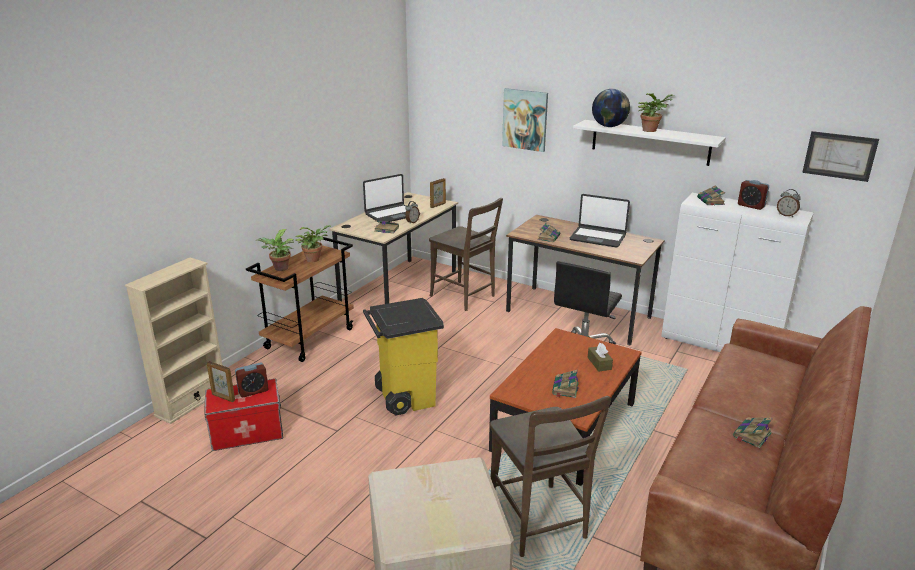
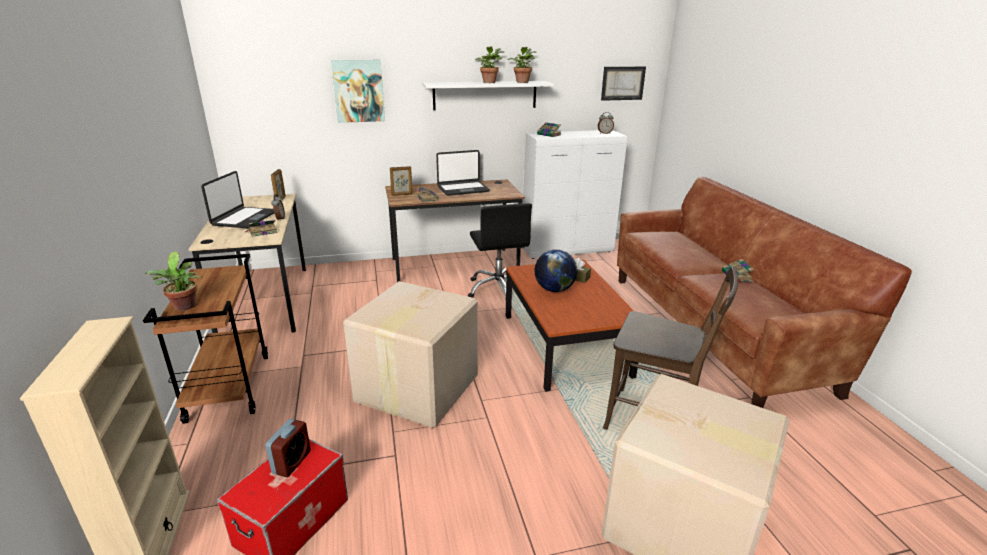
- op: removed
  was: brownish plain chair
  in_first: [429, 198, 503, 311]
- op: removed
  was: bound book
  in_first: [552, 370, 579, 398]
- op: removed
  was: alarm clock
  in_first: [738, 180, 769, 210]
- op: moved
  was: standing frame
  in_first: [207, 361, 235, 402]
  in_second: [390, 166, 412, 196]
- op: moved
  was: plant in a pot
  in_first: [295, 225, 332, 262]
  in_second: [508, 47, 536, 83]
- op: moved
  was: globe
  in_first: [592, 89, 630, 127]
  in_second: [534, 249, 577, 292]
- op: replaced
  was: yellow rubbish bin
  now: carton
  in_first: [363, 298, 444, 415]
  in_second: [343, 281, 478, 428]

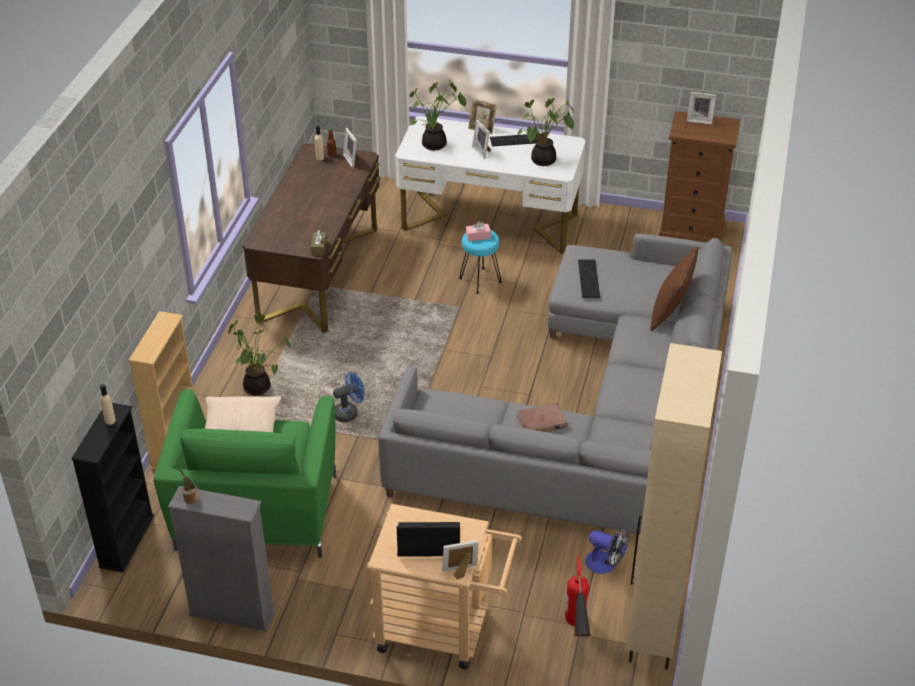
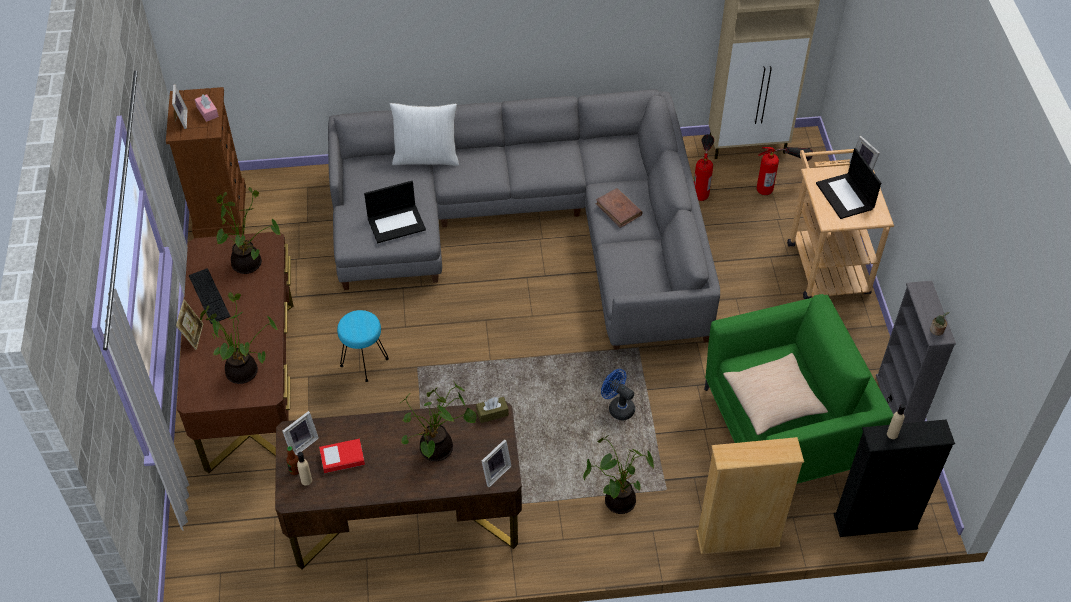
- op: added
  now: bound book
  in_second: [319, 438, 365, 473]
- op: added
  now: plant in a pot
  in_second: [400, 380, 477, 461]
- op: moved
  was: pink-coloured tissue holder
  in_first: [466, 221, 491, 241]
  in_second: [195, 94, 219, 122]
- op: moved
  was: standing frame
  in_first: [472, 120, 491, 159]
  in_second: [482, 439, 511, 487]
- op: replaced
  was: PC keyboard
  now: portable computer
  in_first: [578, 259, 600, 298]
  in_second: [364, 181, 426, 243]
- op: replaced
  was: fan
  now: fire-fighting cylinder
  in_first: [585, 528, 630, 574]
  in_second: [694, 134, 714, 201]
- op: recoloured
  was: whitish desk
  now: brownish desk
  in_first: [395, 116, 586, 254]
  in_second: [177, 232, 293, 473]
- op: recoloured
  was: brownish cushion
  now: whitish cushion
  in_first: [650, 247, 698, 331]
  in_second: [390, 103, 459, 166]

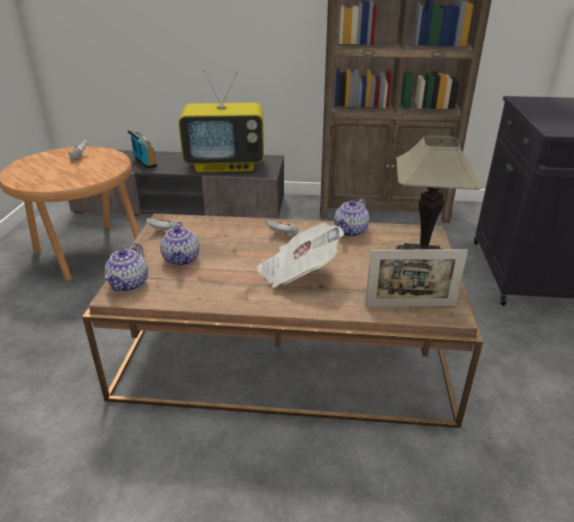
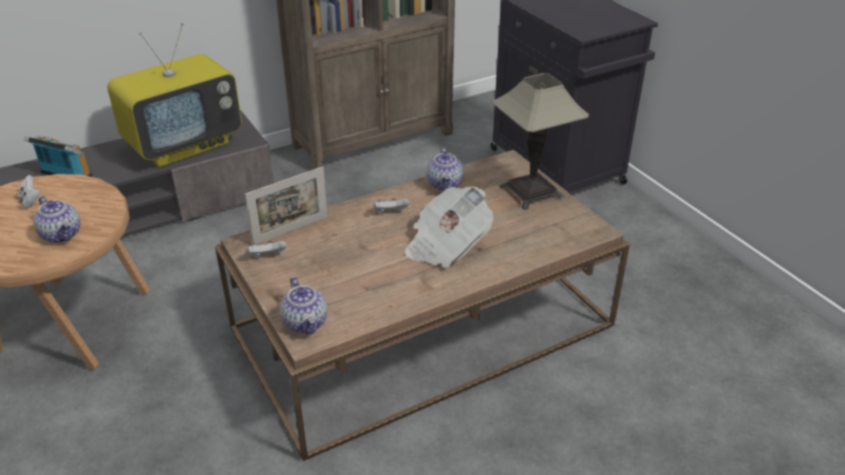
- op: moved
  was: teapot
  in_first: [160, 222, 199, 266]
  in_second: [34, 196, 80, 243]
- op: moved
  was: standing frame
  in_first: [365, 249, 468, 307]
  in_second: [245, 166, 328, 244]

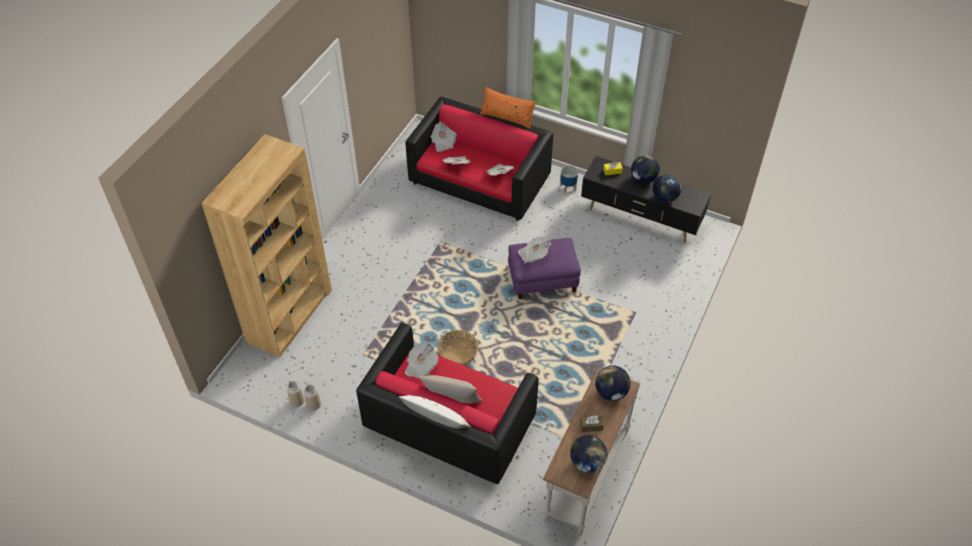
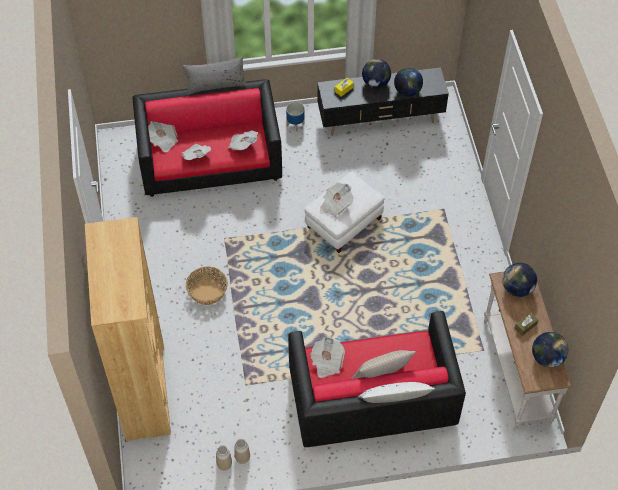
- op: moved
  was: storage basket
  in_first: [437, 330, 478, 366]
  in_second: [186, 267, 228, 305]
- op: recoloured
  was: orange cushion
  now: gray cushion
  in_first: [480, 87, 536, 129]
  in_second: [183, 57, 246, 95]
- op: recoloured
  was: purple pouffe
  now: whitish pouffe
  in_first: [508, 238, 581, 299]
  in_second: [305, 172, 385, 253]

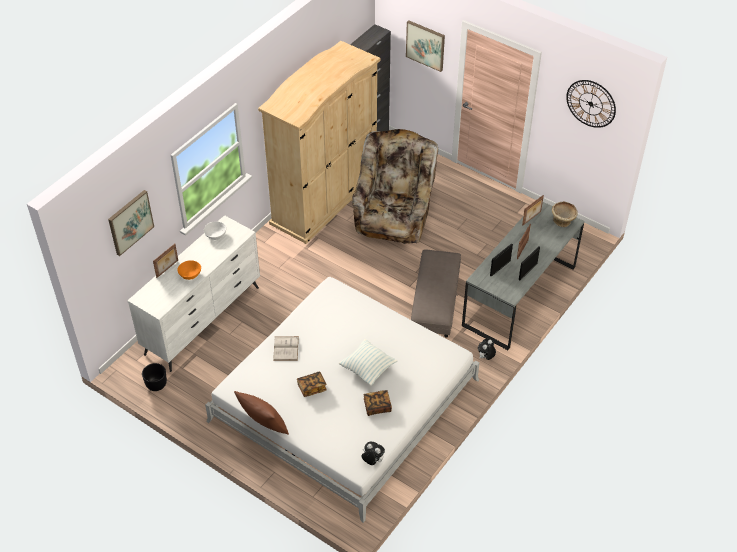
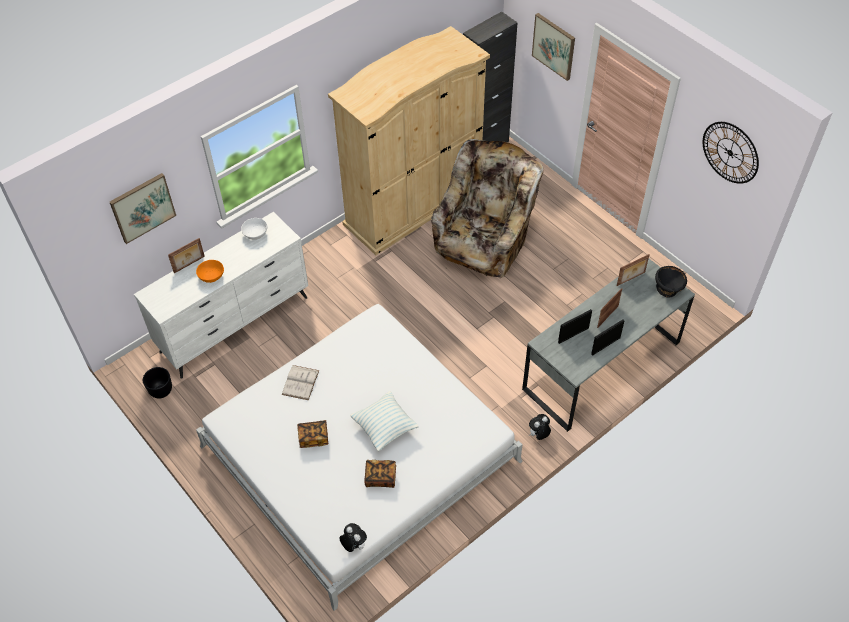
- op: removed
  was: brownish cushion
  in_first: [234, 391, 289, 435]
- op: removed
  was: gray pouffe
  in_first: [411, 249, 461, 338]
- op: recoloured
  was: beige-coloured bowl
  now: blackish bowl
  in_first: [552, 201, 578, 227]
  in_second: [655, 266, 687, 298]

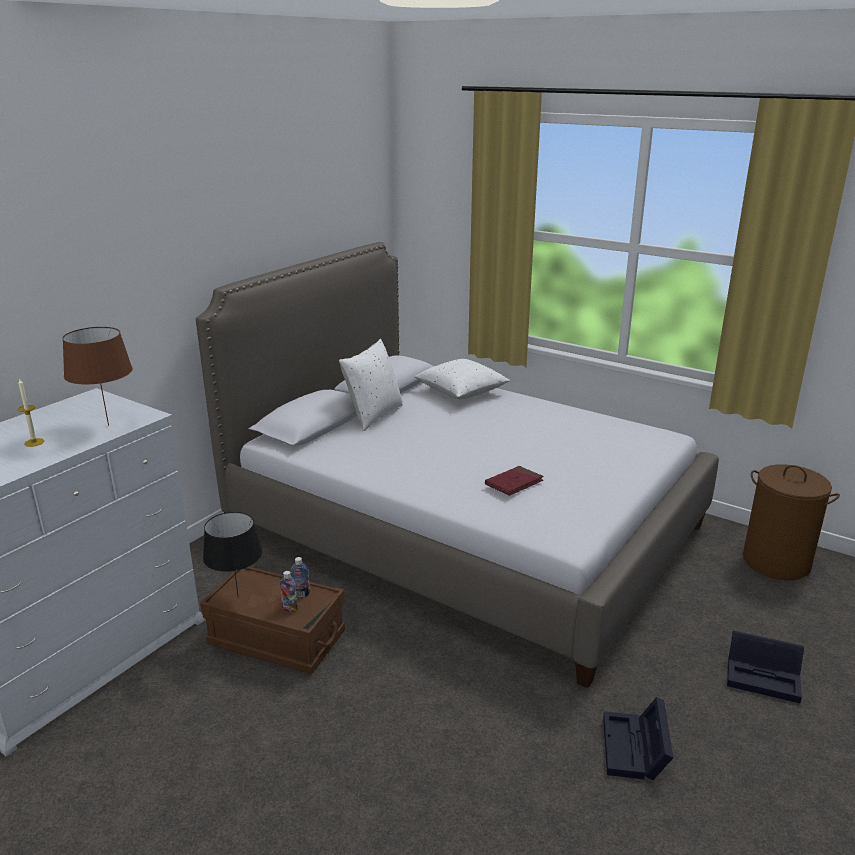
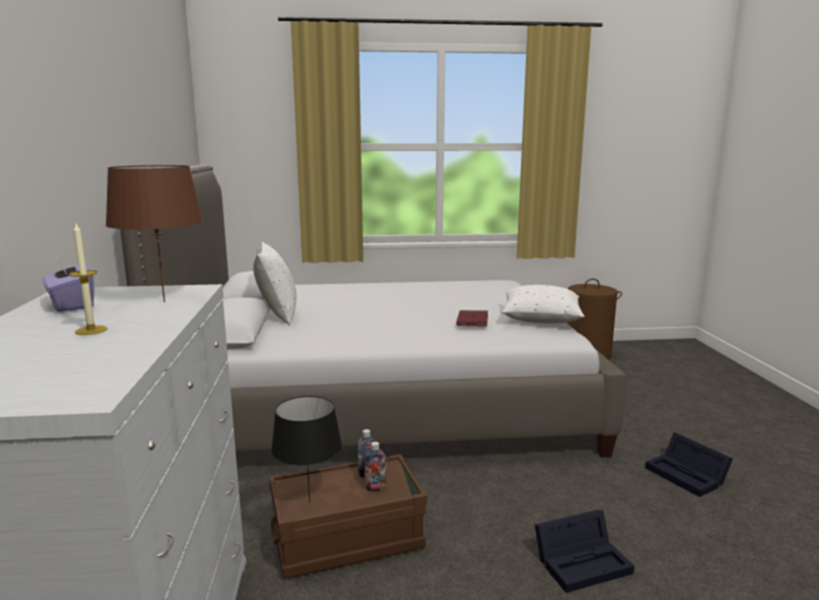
- op: added
  now: purple tissue holder
  in_second: [42, 255, 94, 312]
- op: moved
  was: whitish cushion
  in_first: [414, 359, 510, 399]
  in_second: [502, 285, 585, 324]
- op: moved
  was: blackish storage bin
  in_first: [727, 631, 804, 703]
  in_second: [535, 510, 634, 593]

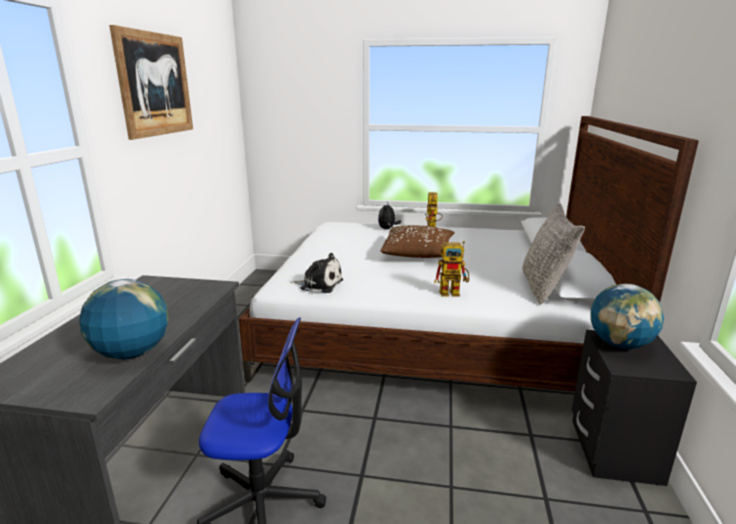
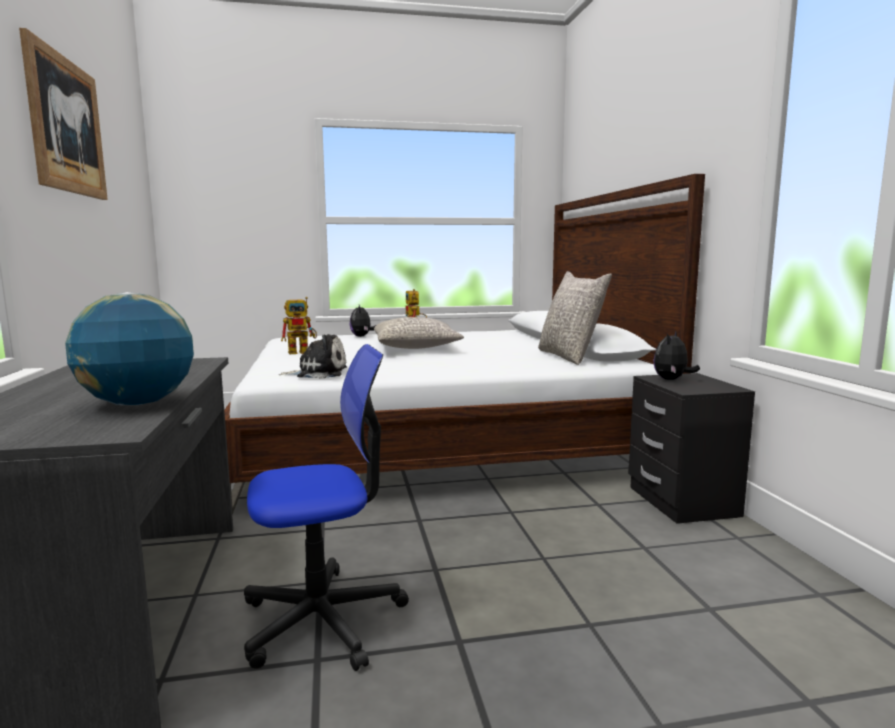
- op: moved
  was: toy robot
  in_first: [434, 241, 469, 297]
  in_second: [281, 297, 317, 354]
- op: replaced
  was: globe
  now: plush toy
  in_first: [590, 284, 664, 349]
  in_second: [653, 330, 700, 380]
- op: recoloured
  was: brownish cushion
  now: gray cushion
  in_first: [380, 225, 455, 258]
  in_second: [374, 317, 464, 349]

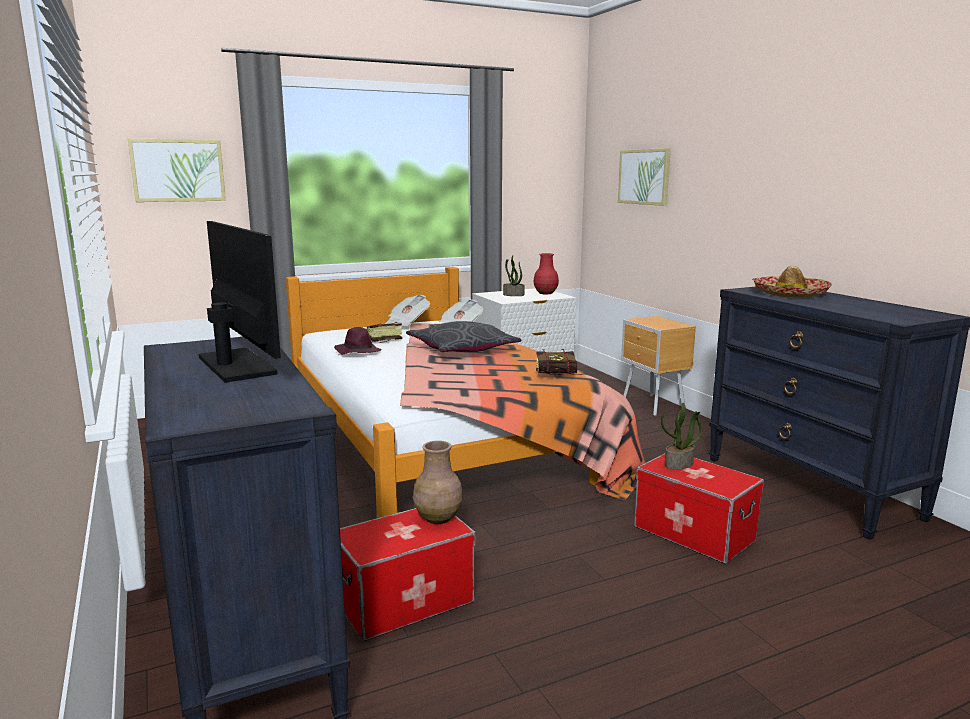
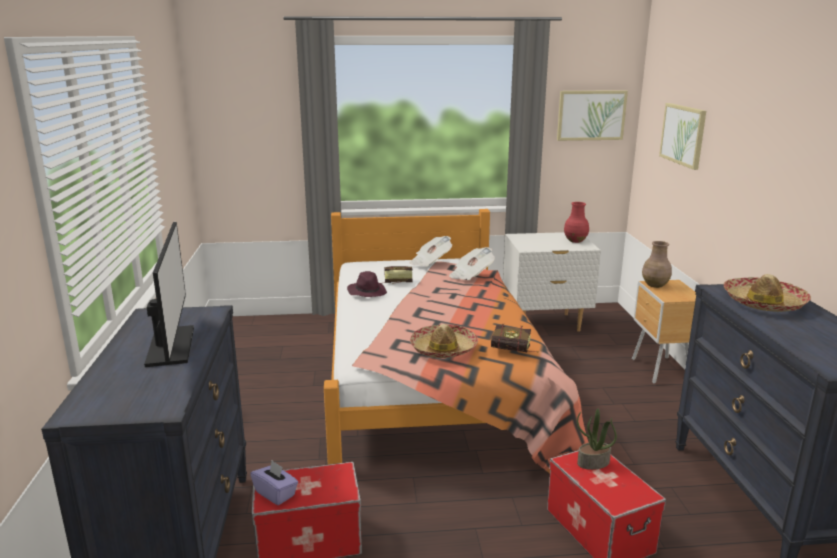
- op: removed
  was: gray cushion
  in_first: [406, 321, 521, 352]
- op: removed
  was: plant in a pot
  in_first: [503, 256, 525, 296]
- op: added
  now: purple tissue holder
  in_second: [250, 460, 298, 505]
- op: added
  now: wearable hat
  in_second: [410, 324, 478, 358]
- op: moved
  was: wall picture
  in_first: [128, 138, 226, 202]
  in_second: [557, 90, 628, 141]
- op: moved
  was: brownish decorative vase
  in_first: [413, 441, 463, 524]
  in_second: [642, 241, 672, 288]

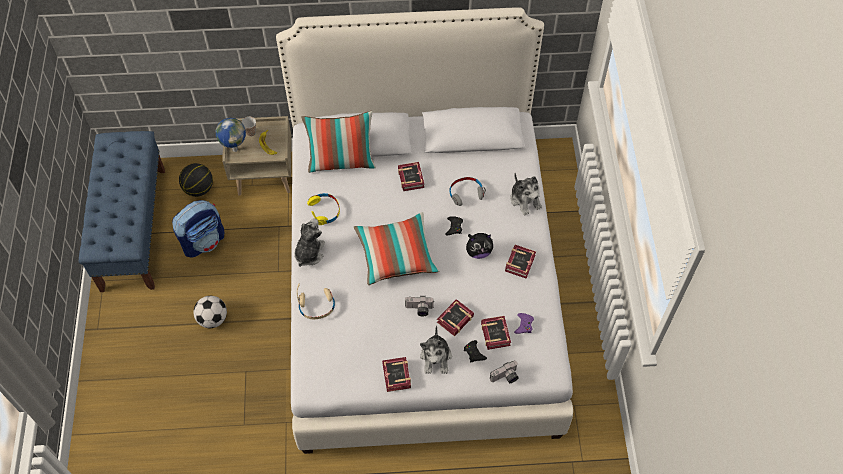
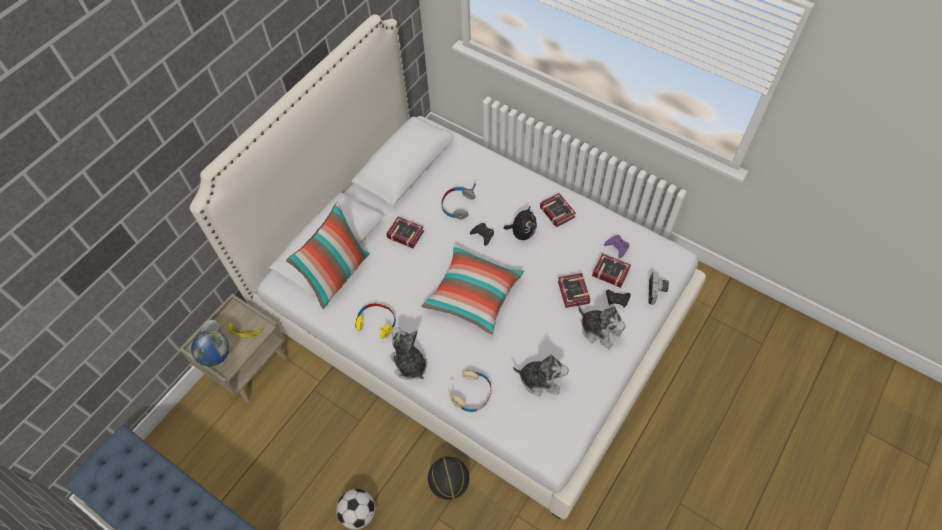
- op: removed
  was: backpack
  in_first: [172, 200, 224, 258]
- op: removed
  was: bound book
  in_first: [382, 357, 411, 392]
- op: removed
  was: photo camera
  in_first: [405, 296, 434, 316]
- op: moved
  was: basketball ball
  in_first: [179, 163, 213, 197]
  in_second: [428, 457, 469, 500]
- op: moved
  was: plush toy
  in_first: [510, 173, 542, 215]
  in_second: [513, 355, 569, 396]

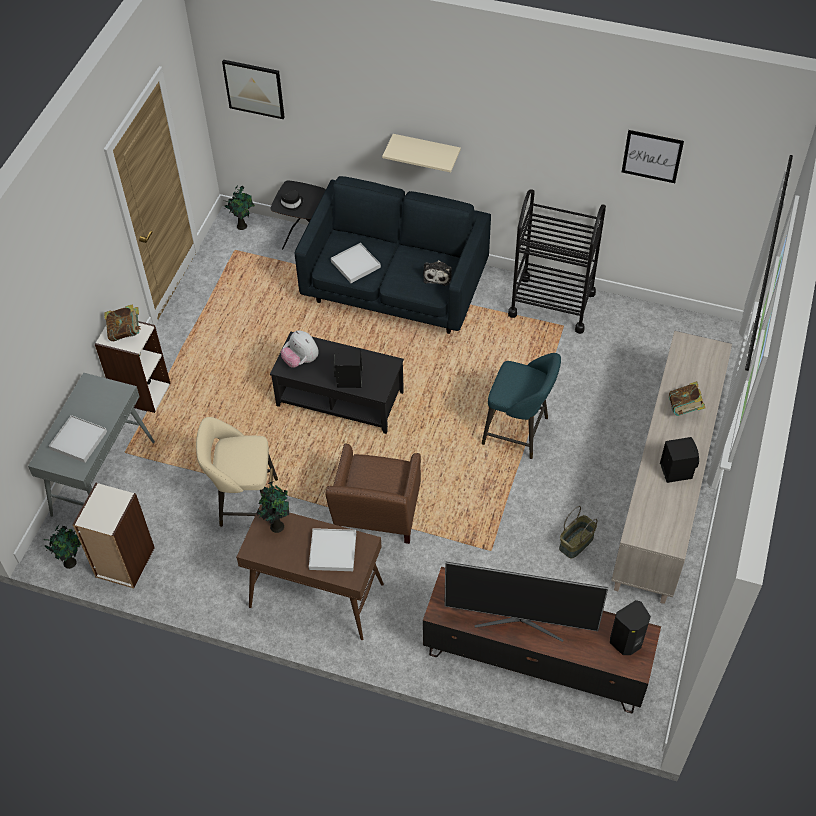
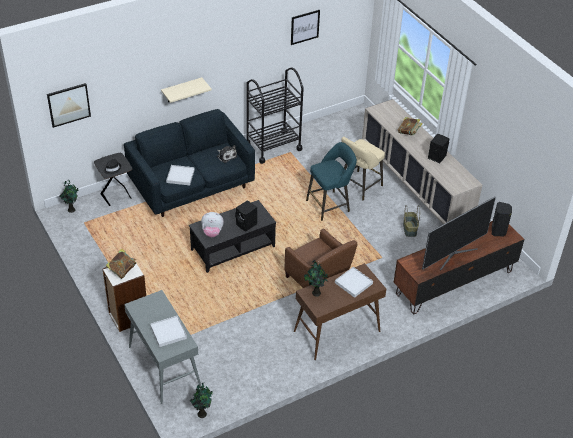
- op: removed
  was: bookshelf
  in_first: [72, 483, 155, 589]
- op: moved
  was: beige-coloured stool
  in_first: [196, 417, 278, 527]
  in_second: [341, 137, 385, 201]

